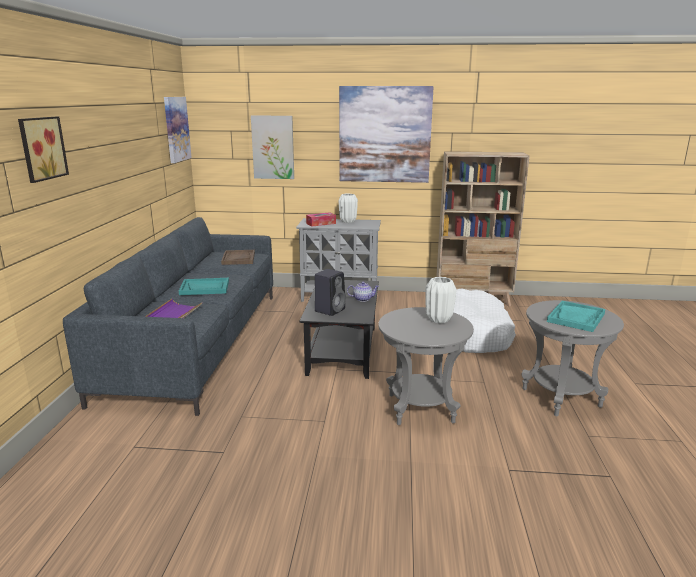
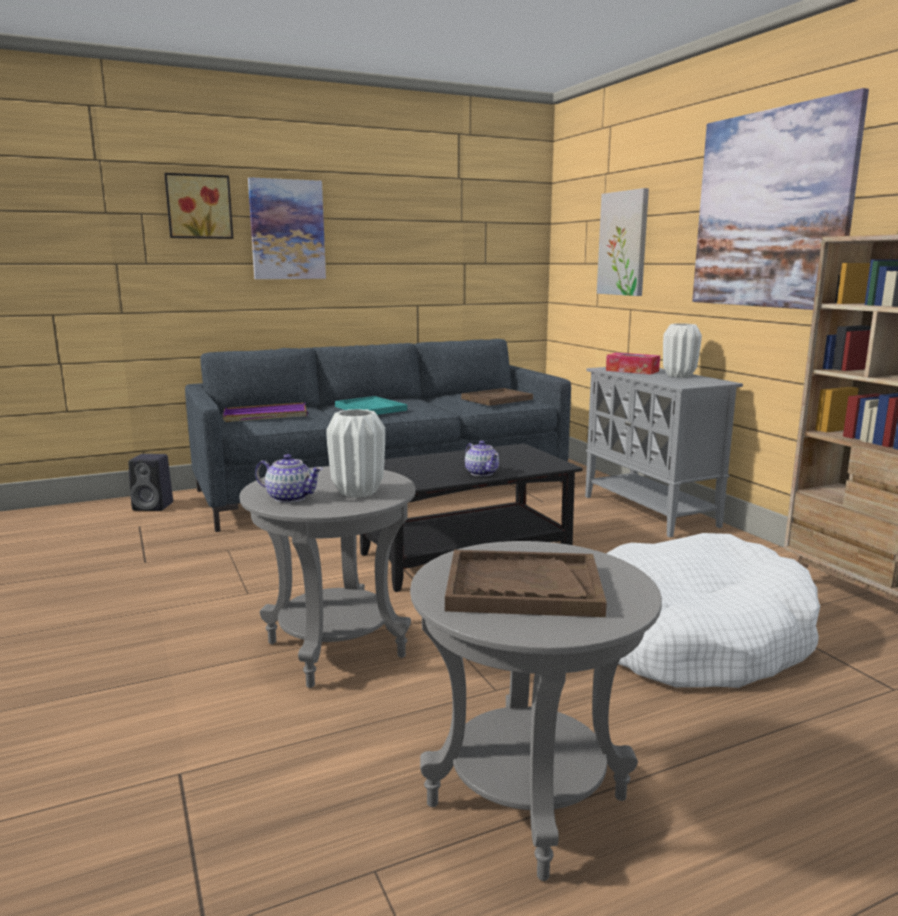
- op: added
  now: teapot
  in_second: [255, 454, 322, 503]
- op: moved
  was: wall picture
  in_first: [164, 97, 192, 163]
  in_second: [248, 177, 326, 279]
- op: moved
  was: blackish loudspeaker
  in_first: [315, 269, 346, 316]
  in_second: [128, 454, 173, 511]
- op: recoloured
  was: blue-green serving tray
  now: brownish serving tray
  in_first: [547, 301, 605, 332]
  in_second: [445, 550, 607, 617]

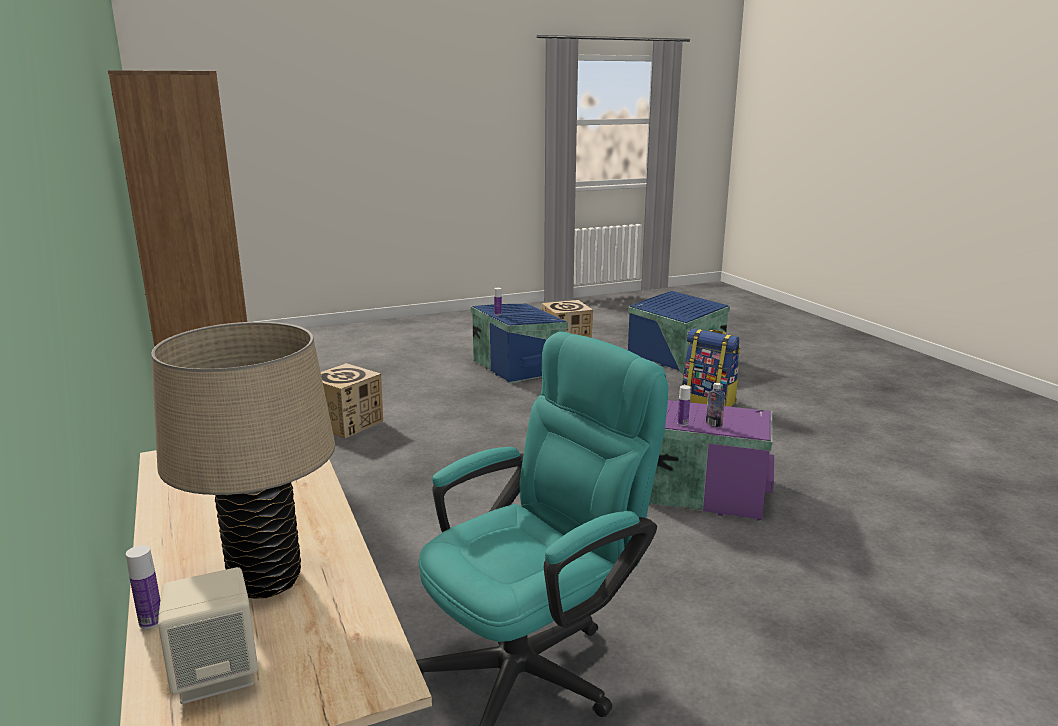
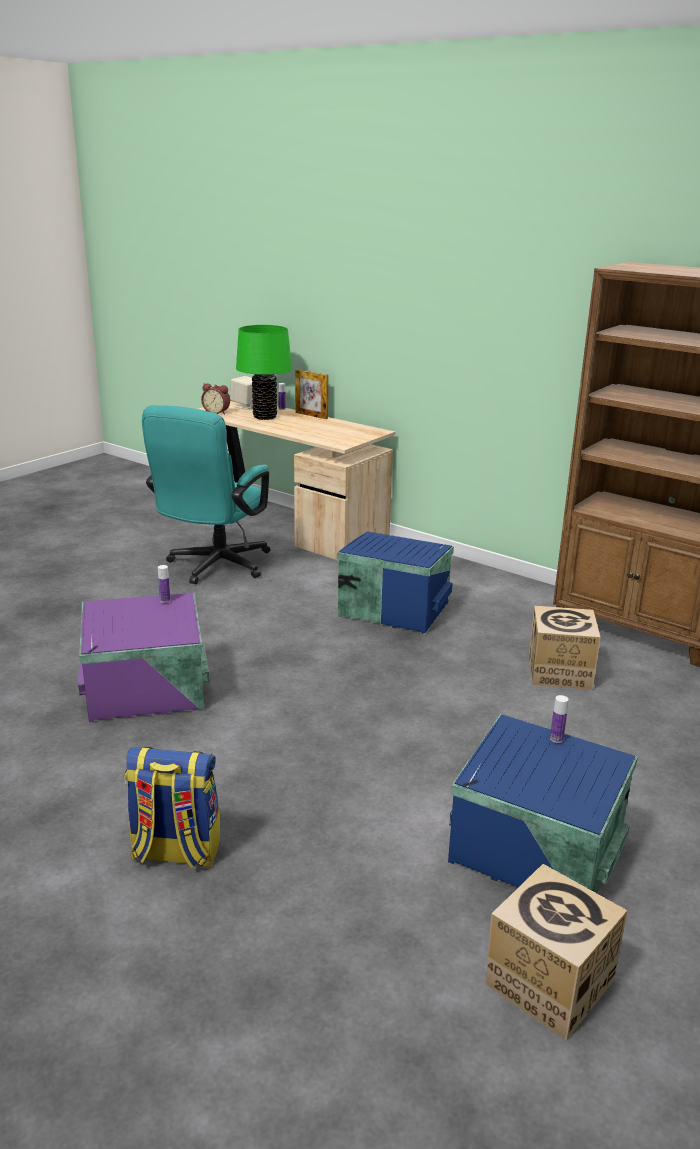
- op: removed
  was: drink bottle
  in_first: [706, 383, 725, 427]
- op: added
  now: alarm clock
  in_second: [201, 383, 230, 415]
- op: added
  now: standing frame
  in_second: [295, 369, 328, 419]
- op: moved
  was: blue-coloured storage bin
  in_first: [628, 291, 730, 373]
  in_second: [337, 531, 454, 634]
- op: recoloured
  was: beige-coloured table lamp
  now: green-coloured table lamp
  in_first: [151, 322, 335, 599]
  in_second: [236, 325, 292, 420]

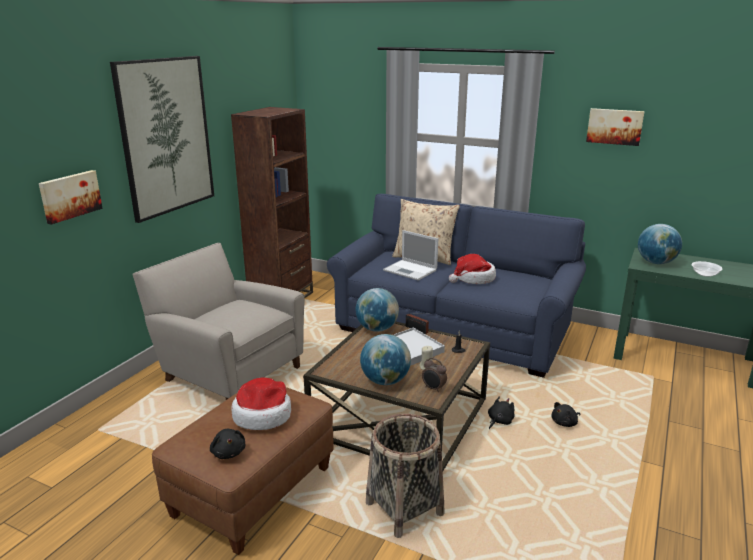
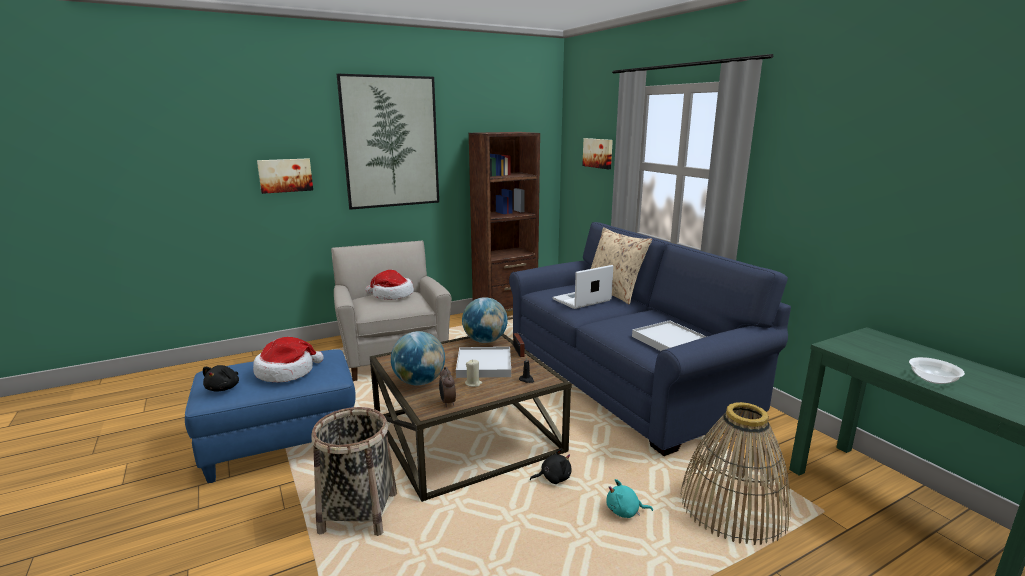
- op: removed
  was: globe
  in_first: [638, 224, 682, 264]
- op: added
  now: whitish serving tray
  in_second: [632, 320, 707, 351]
- op: added
  now: storage basket
  in_second: [680, 402, 791, 545]
- op: moved
  was: wearable hat
  in_first: [449, 254, 496, 284]
  in_second: [365, 270, 414, 300]
- op: moved
  was: wall picture
  in_first: [586, 108, 645, 146]
  in_second: [582, 138, 613, 169]
- op: recoloured
  was: brownish pouffe
  now: blue-coloured pouffe
  in_first: [152, 387, 334, 555]
  in_second: [185, 349, 355, 483]
- op: recoloured
  was: blackish plush toy
  now: blue-green plush toy
  in_first: [552, 402, 580, 427]
  in_second: [607, 479, 653, 518]
- op: turned
  was: portable computer
  in_first: [383, 230, 438, 281]
  in_second: [552, 265, 613, 309]
  clockwise: 75

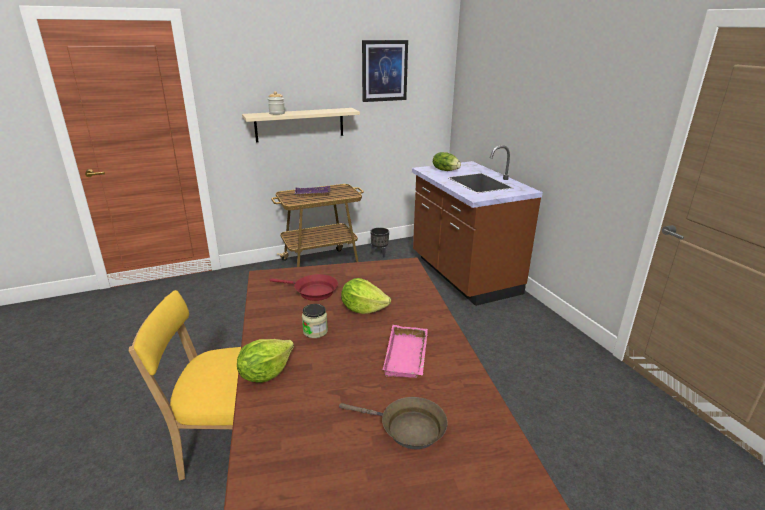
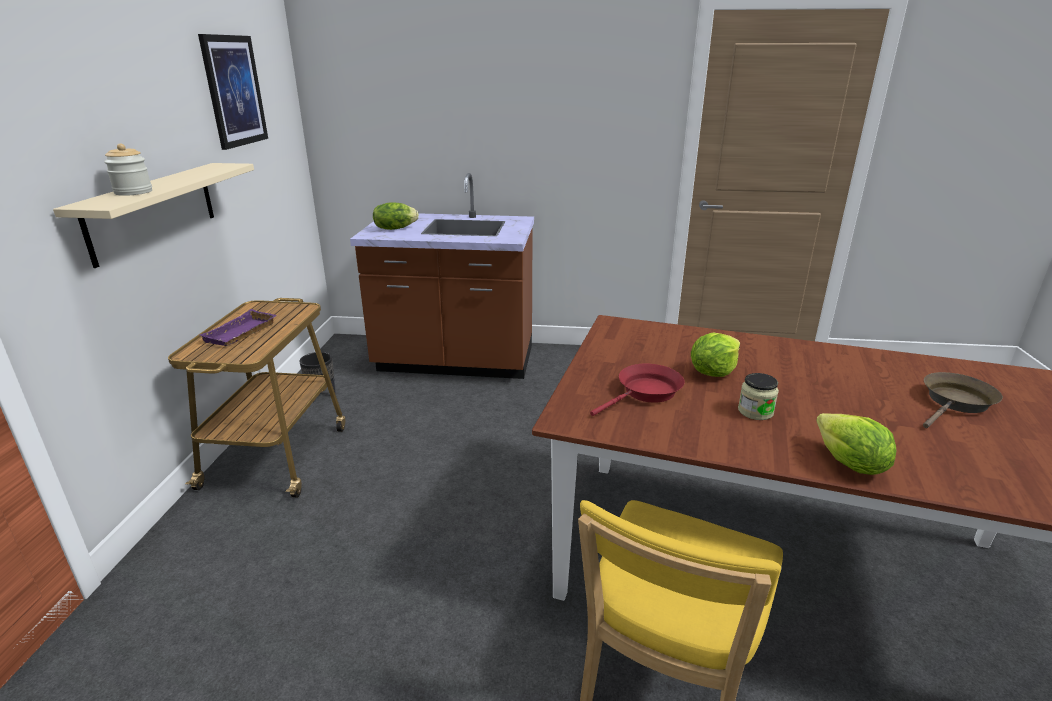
- op: removed
  was: pink-coloured serving tray
  in_first: [383, 325, 428, 378]

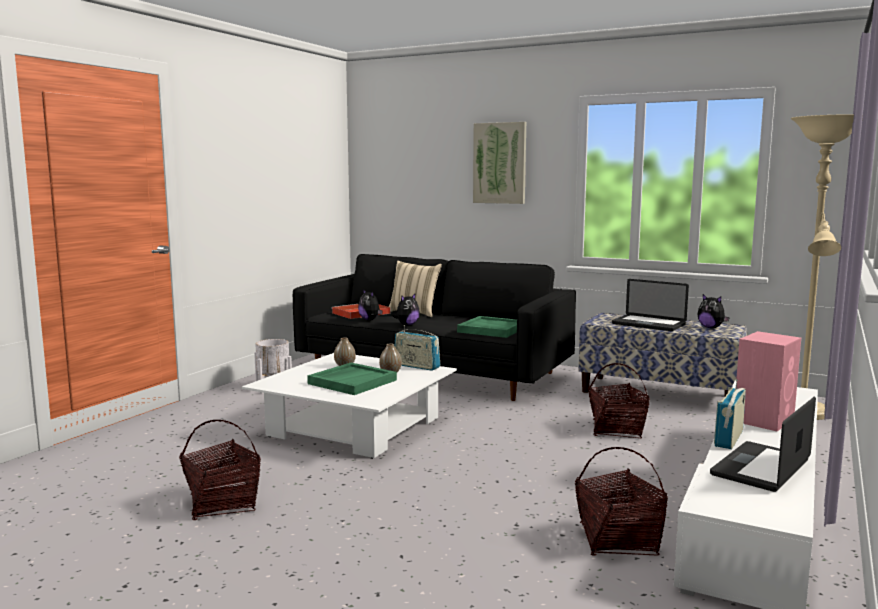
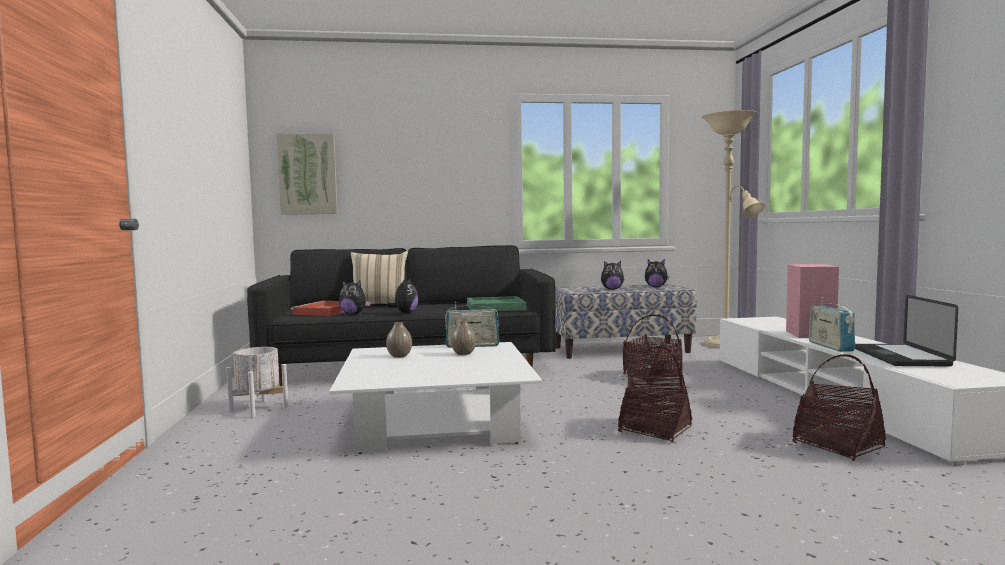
- op: removed
  was: green-coloured serving tray
  in_first: [307, 363, 397, 395]
- op: moved
  was: storage basket
  in_first: [179, 420, 261, 520]
  in_second: [618, 346, 692, 443]
- op: moved
  was: wall picture
  in_first: [473, 122, 526, 204]
  in_second: [276, 133, 338, 215]
- op: replaced
  was: portable computer
  now: plush toy
  in_first: [612, 279, 689, 331]
  in_second: [601, 261, 625, 290]

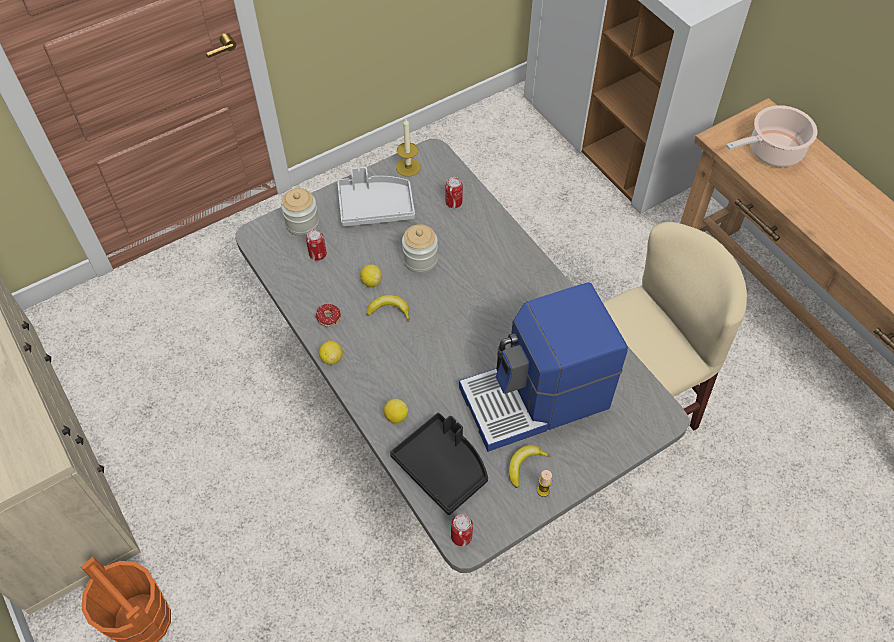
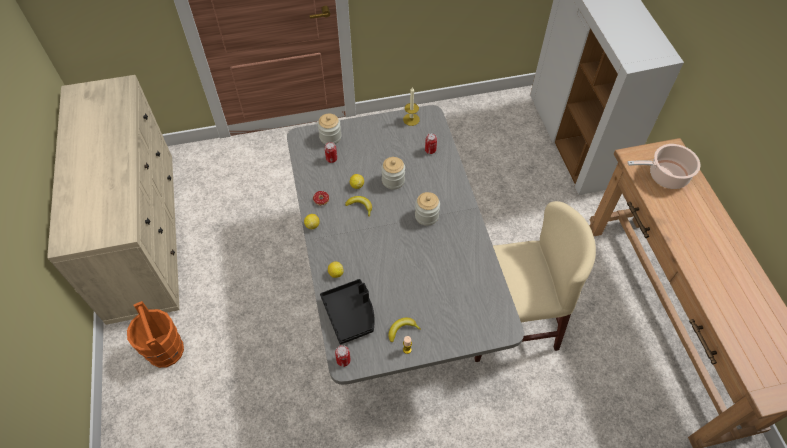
- op: removed
  was: gray serving tray
  in_first: [337, 167, 415, 227]
- op: removed
  was: coffee machine
  in_first: [459, 282, 628, 452]
- op: added
  now: preserve jar
  in_second: [415, 192, 440, 226]

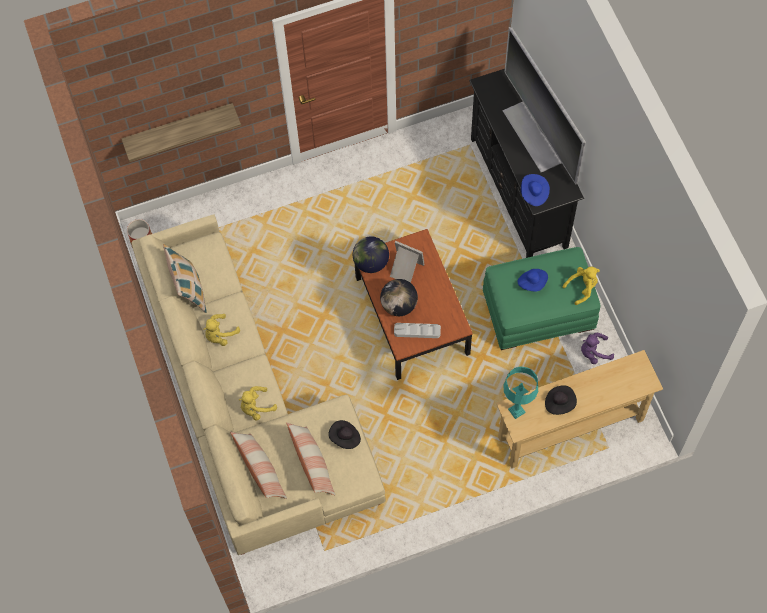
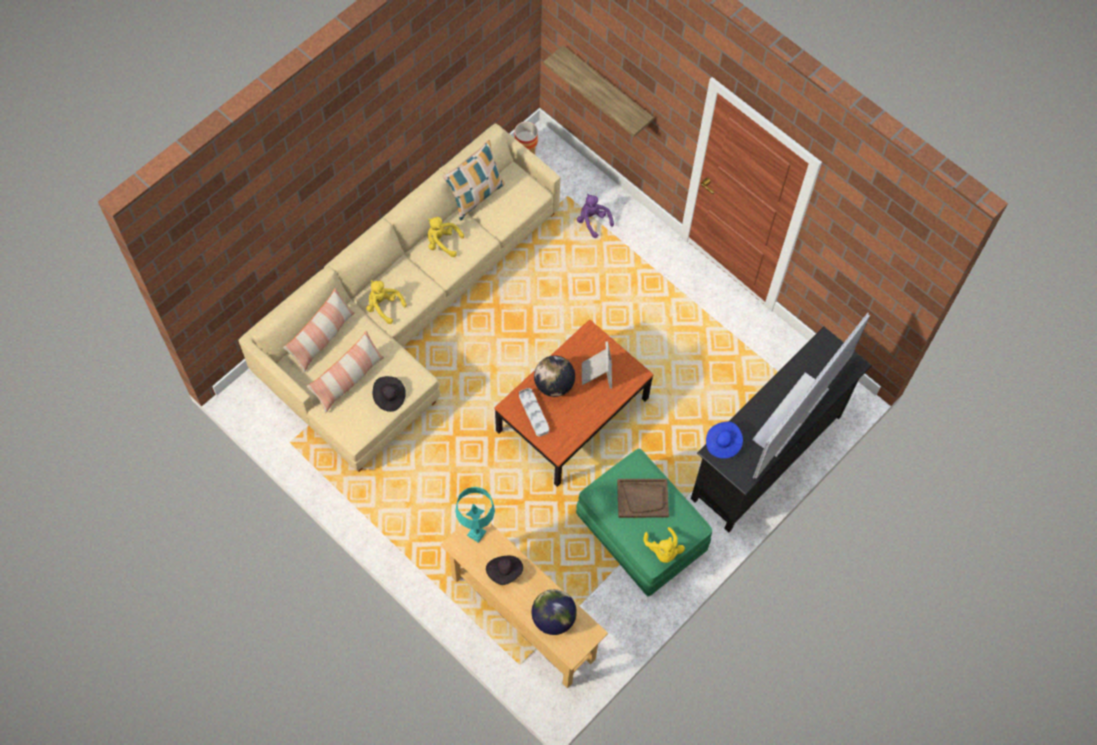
- op: moved
  was: globe
  in_first: [353, 236, 389, 273]
  in_second: [532, 589, 577, 635]
- op: moved
  was: purple plush toy
  in_first: [581, 333, 614, 364]
  in_second: [577, 194, 614, 238]
- op: replaced
  was: blue-coloured wearable hat
  now: brownish serving tray
  in_first: [517, 269, 548, 292]
  in_second: [617, 479, 669, 518]
- op: turned
  was: yellow plush toy
  in_first: [562, 266, 600, 305]
  in_second: [643, 527, 685, 563]
  clockwise: 45

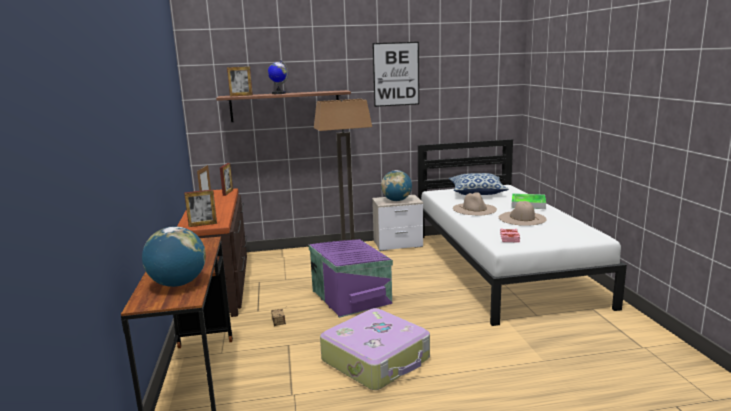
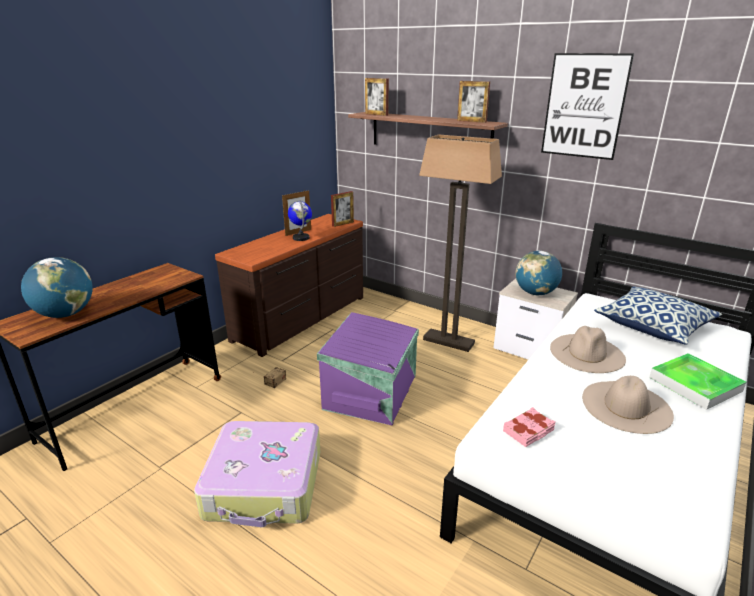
- op: moved
  was: standing frame
  in_first: [184, 189, 217, 227]
  in_second: [457, 81, 490, 123]
- op: moved
  was: globe
  in_first: [268, 60, 288, 94]
  in_second: [288, 200, 312, 241]

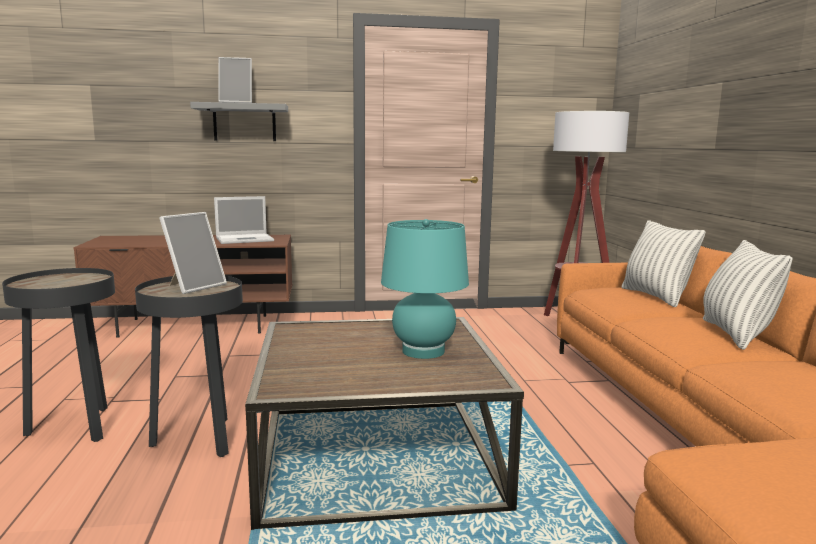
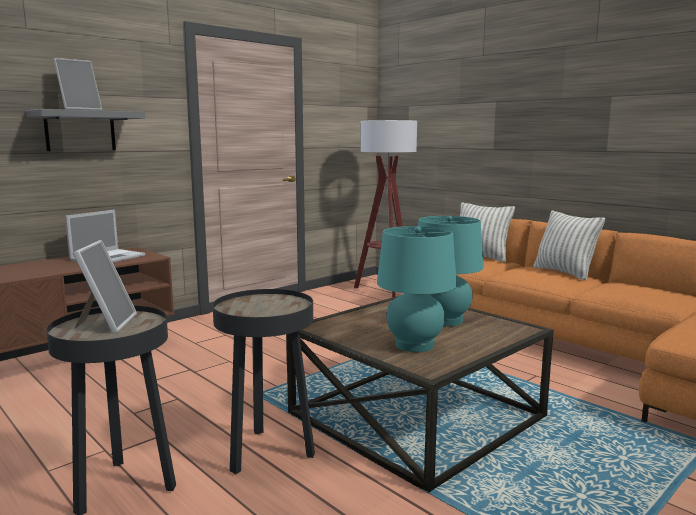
- op: added
  now: blue-green table lamp
  in_second: [377, 226, 457, 352]
- op: moved
  was: standing frame
  in_first: [160, 212, 227, 294]
  in_second: [73, 240, 137, 333]

